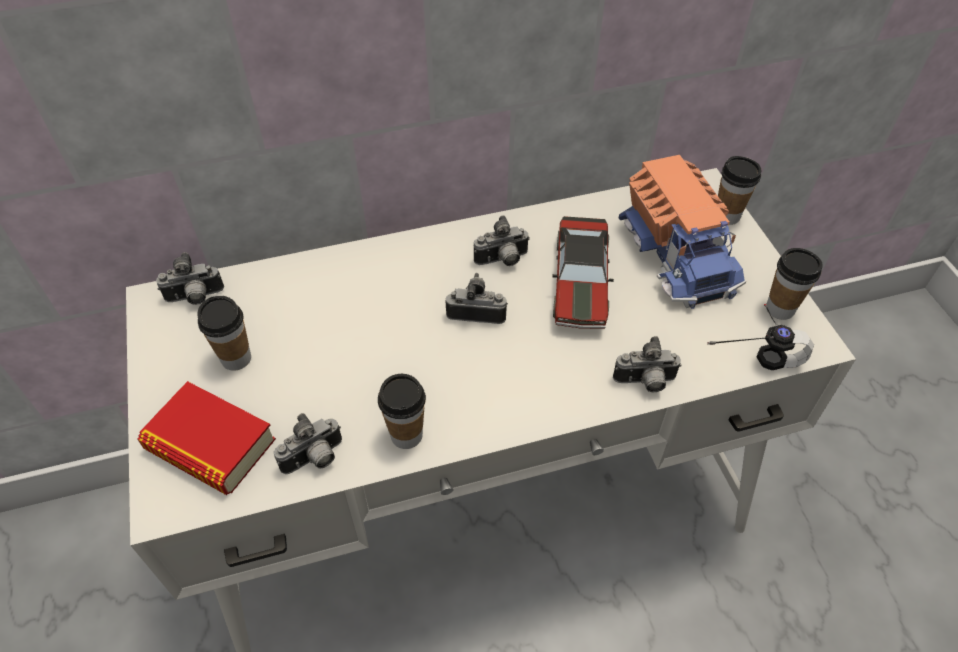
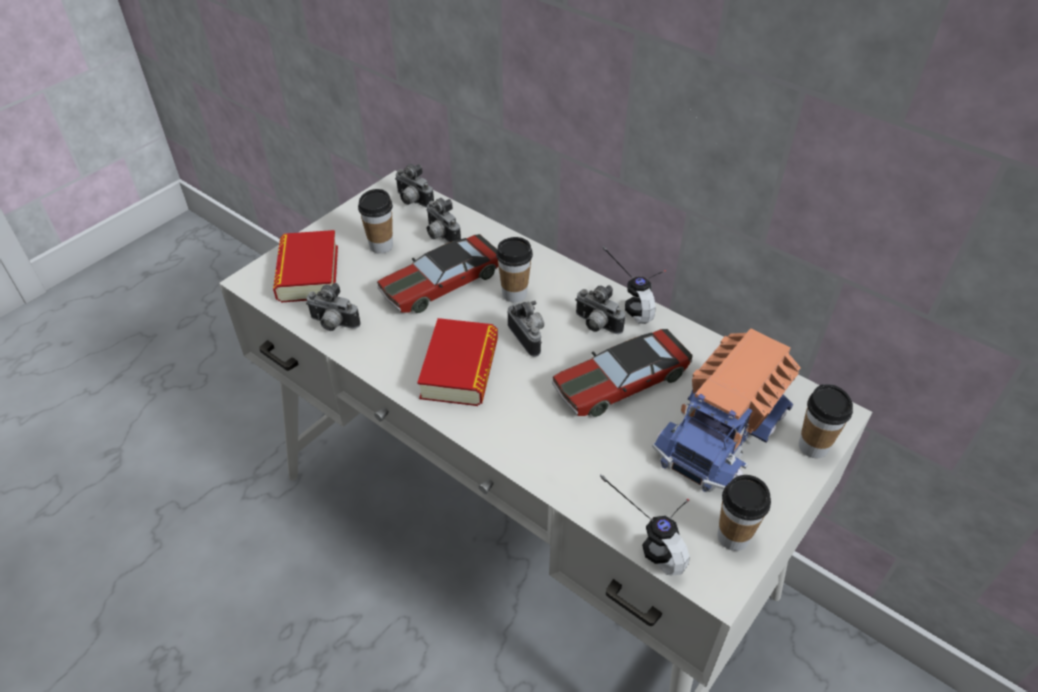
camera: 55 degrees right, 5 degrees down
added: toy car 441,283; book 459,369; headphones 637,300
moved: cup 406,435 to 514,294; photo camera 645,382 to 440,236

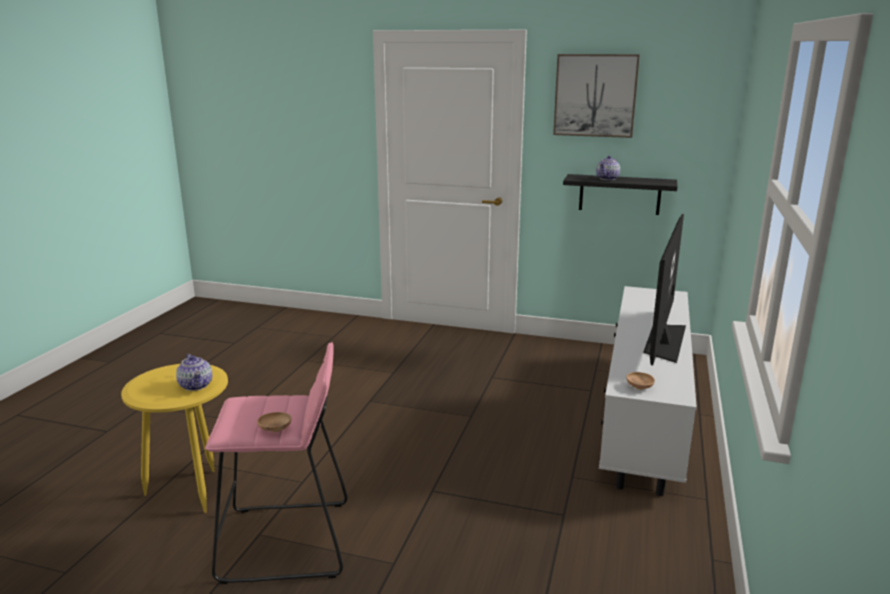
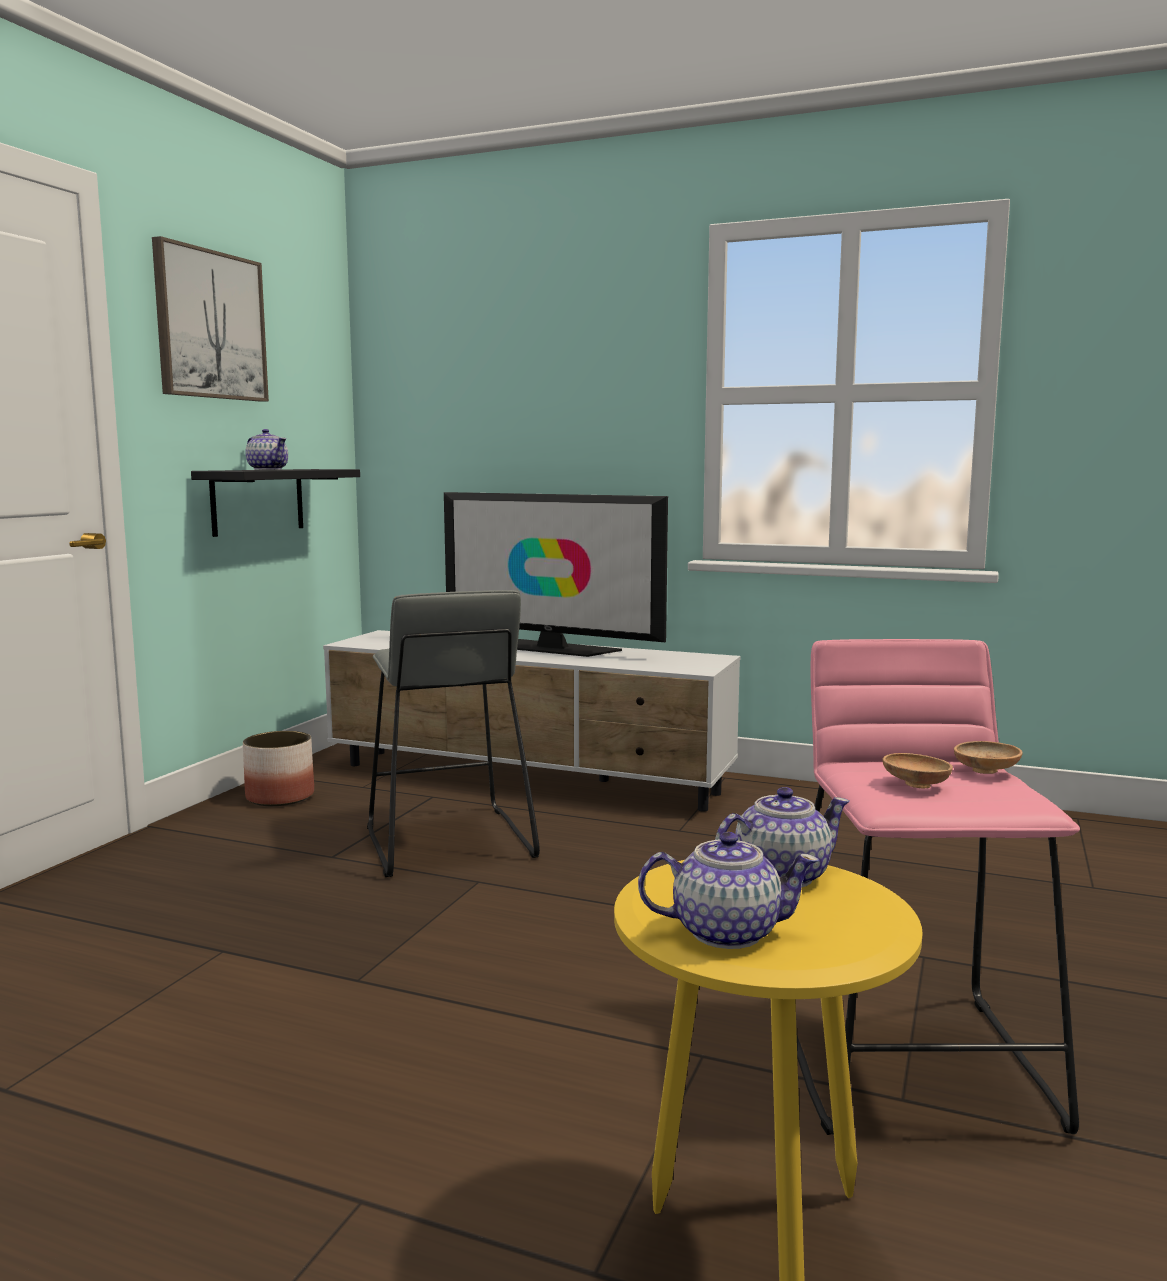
camera: 85 degrees left, 10 degrees down
added: planter 279,797; grey stool 446,841; teapot 725,932
moved: brown bowl 639,387 to 915,785

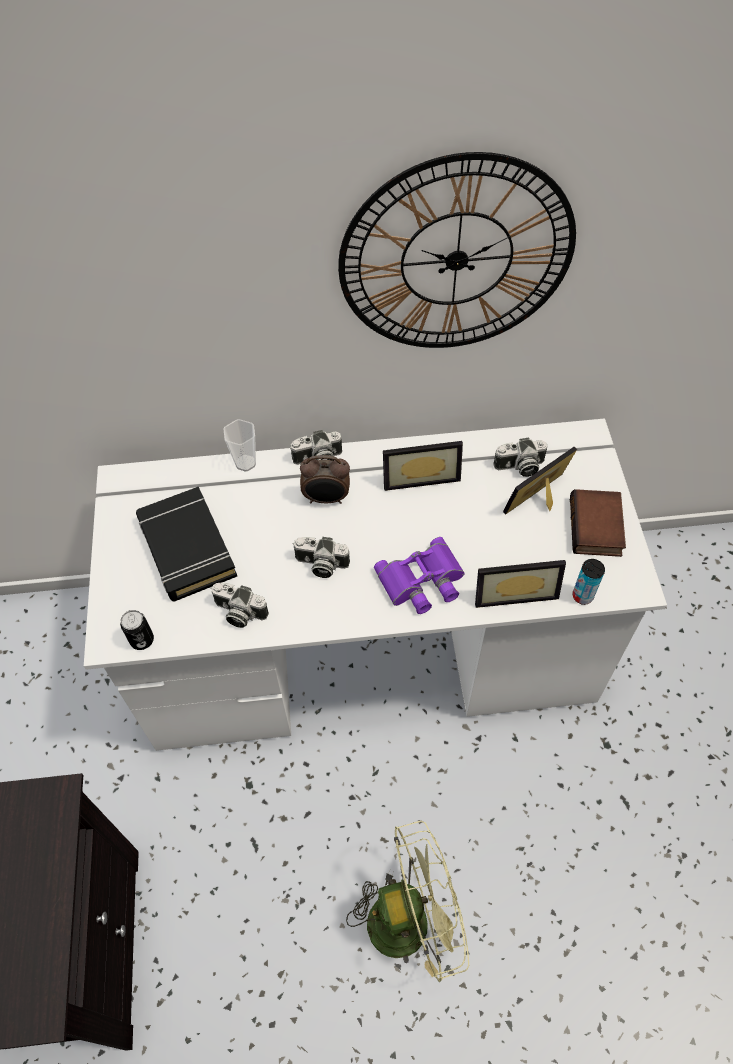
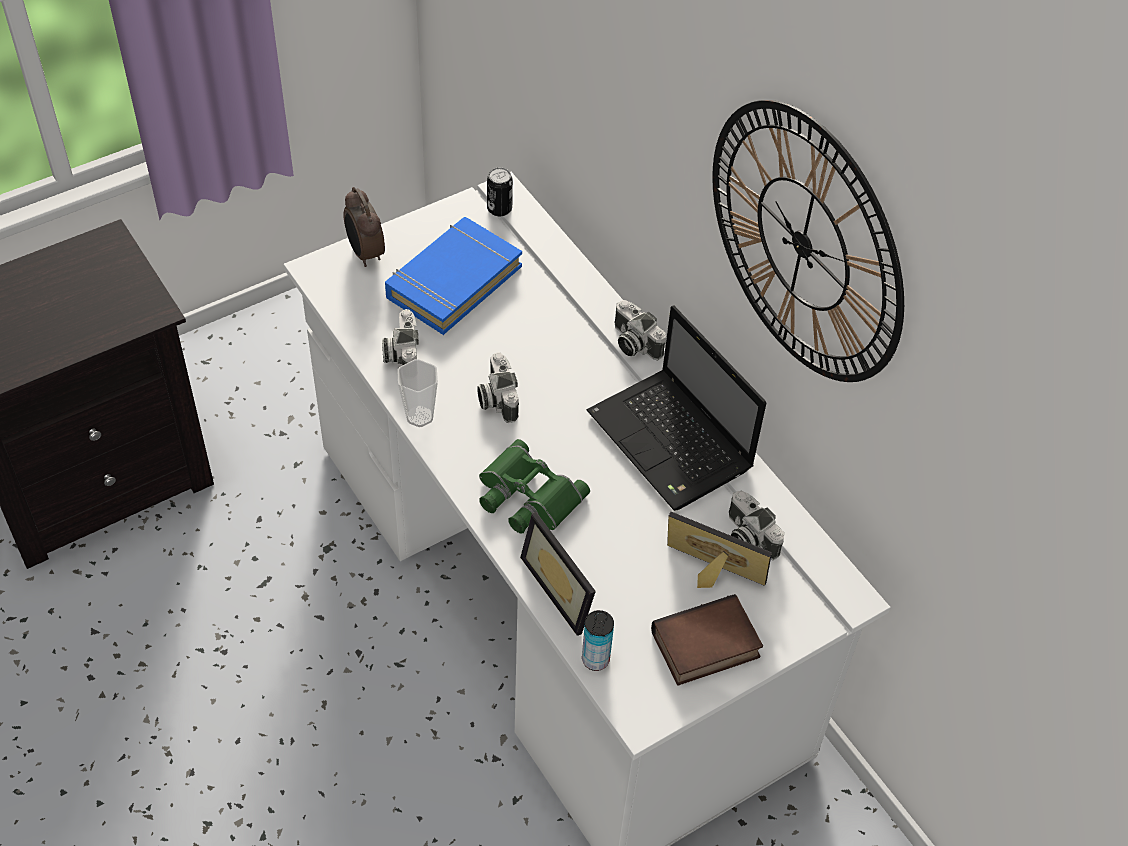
camera: 60 degrees right, 5 degrees down
removed: green fan 411,917
moved: can 142,640 to 499,209; cup 245,463 to 419,416; alarm clock 326,499 to 365,253
replaced: picture frame 420,474 to laptop 672,443
recoloured: black book 186,548 to blue book 453,282; purple binoculars 422,582 to green binoculars 526,496

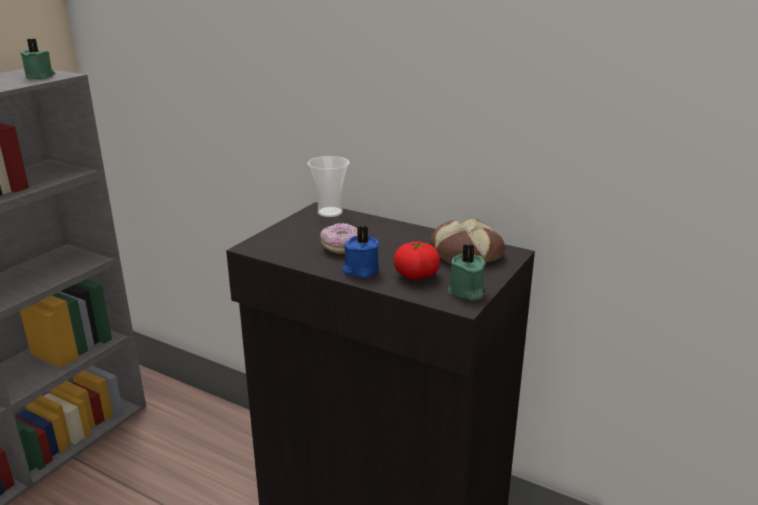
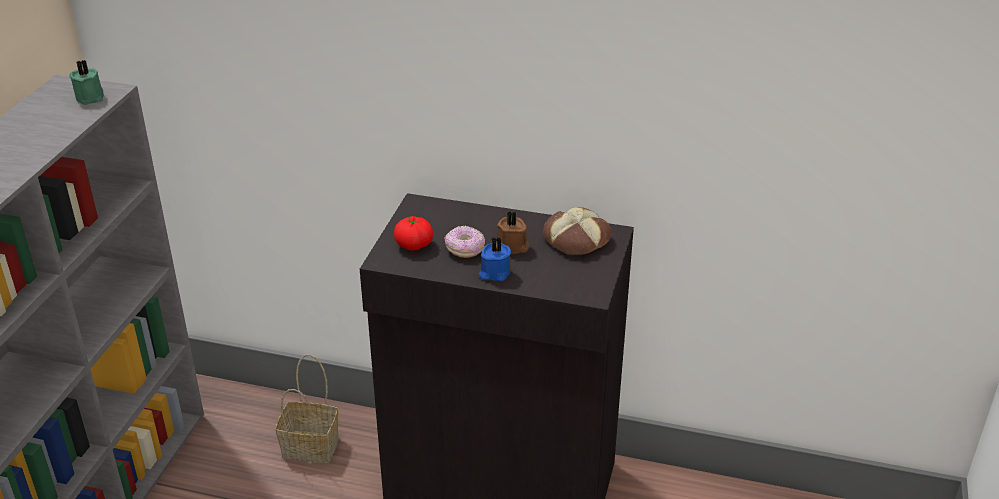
camera: 15 degrees left, 10 degrees up
removed: cup 330,212; green candle 466,292
added: basket 312,446; brown candle 513,247
moved: tomato 416,275 to 414,245

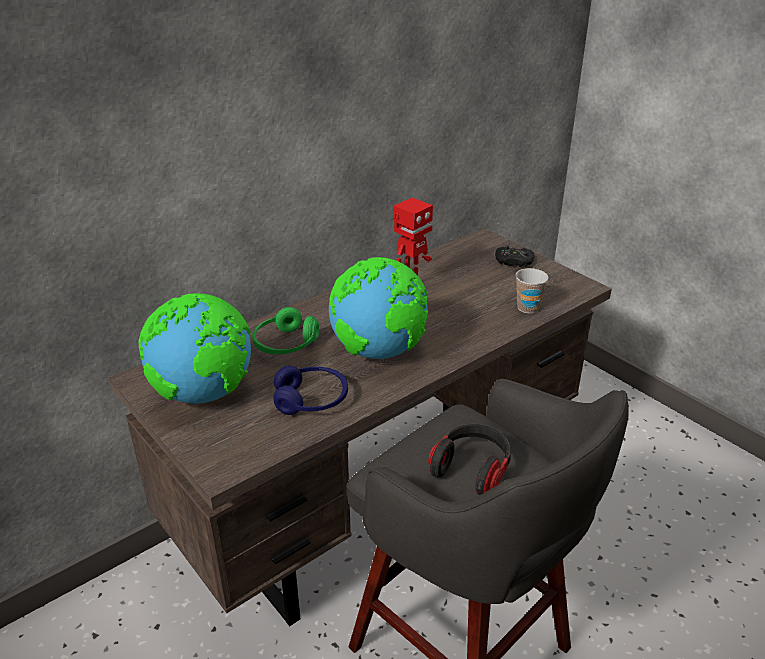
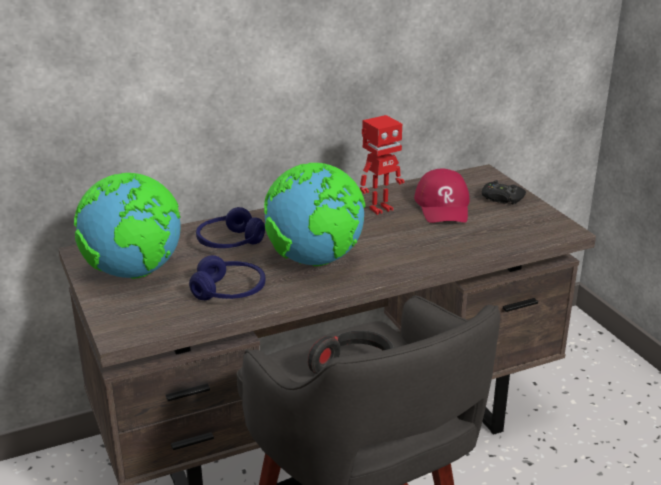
camera: 15 degrees right, 5 degrees down
removed: cup 527,308
added: red cap 443,206
recoloured: green headphones 285,344 to blue headphones 229,242

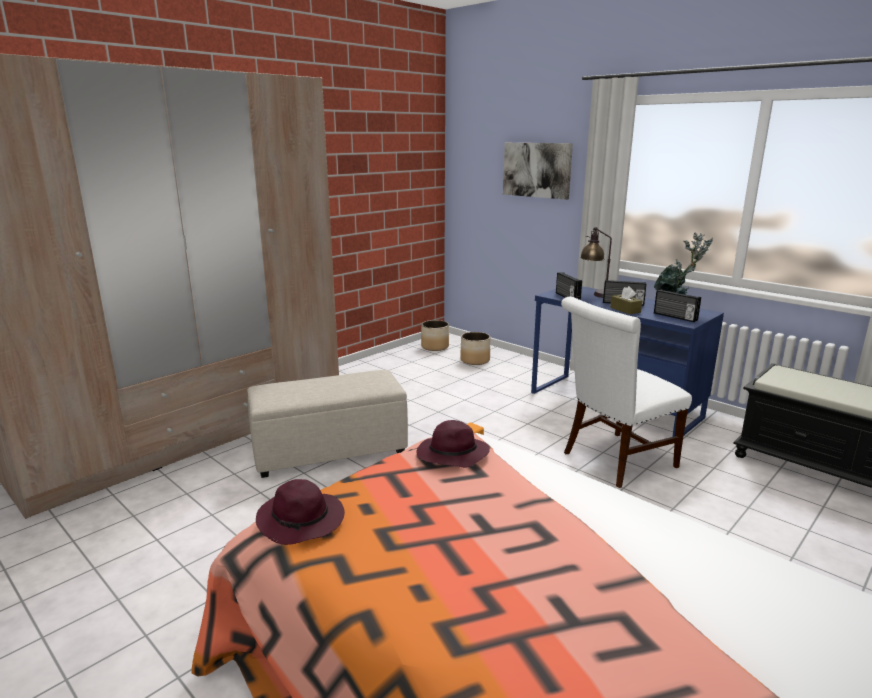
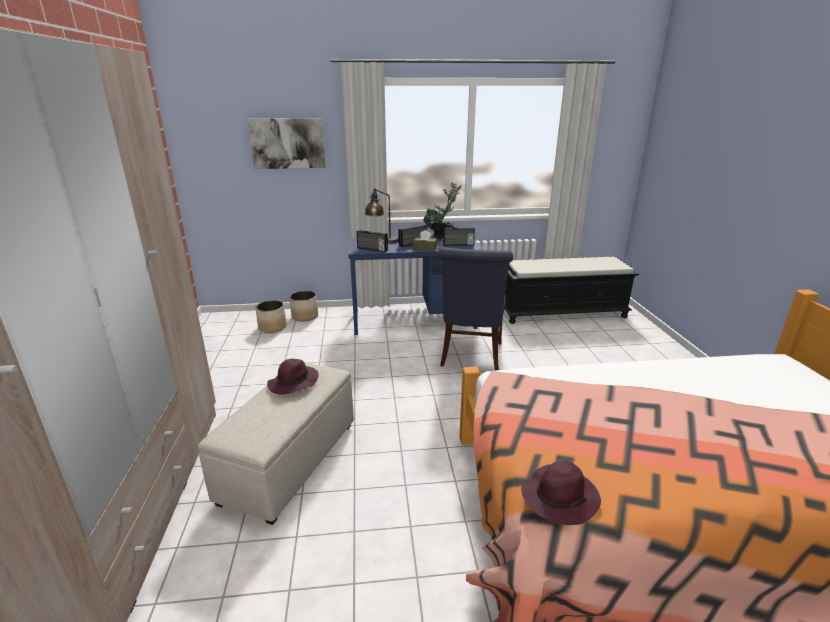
camera: 50 degrees left, 5 degrees up
moved: purple hat 451,455 to 293,384; planter 435,347 to 305,316
recoloured: white chair 614,461 to blue chair 470,356

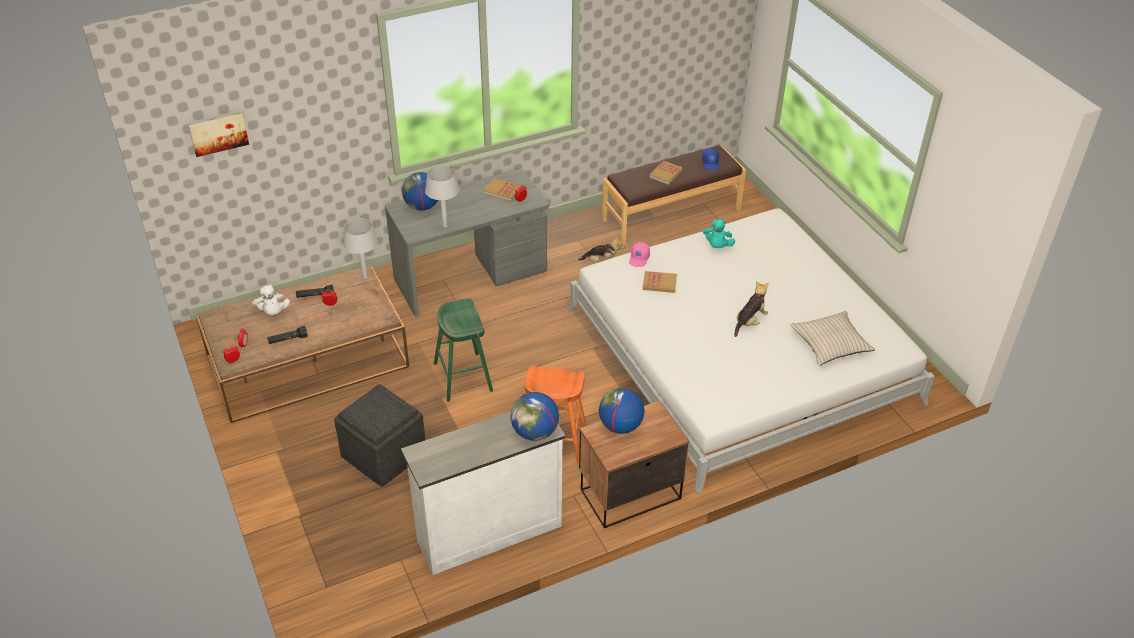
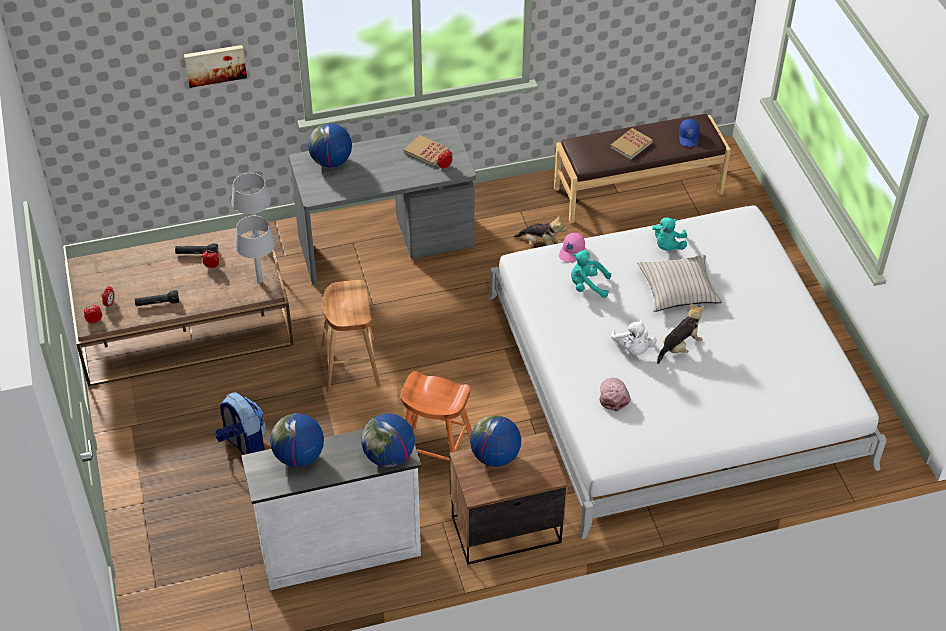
camera: 10 degrees right, 5 degrees up
added: globe 299,456; pink cap 613,396
moved: picture 218,133 to 215,64; white plush toy 273,312 to 633,348; grey table lamp 445,226 to 260,281; beige pillow 830,344 to 678,289
replaced: grey ottoman 383,454 to backpack 244,445; book 659,283 to turquoise plush toy 587,286
recoloured: green stool 463,377 to brown stool 350,365

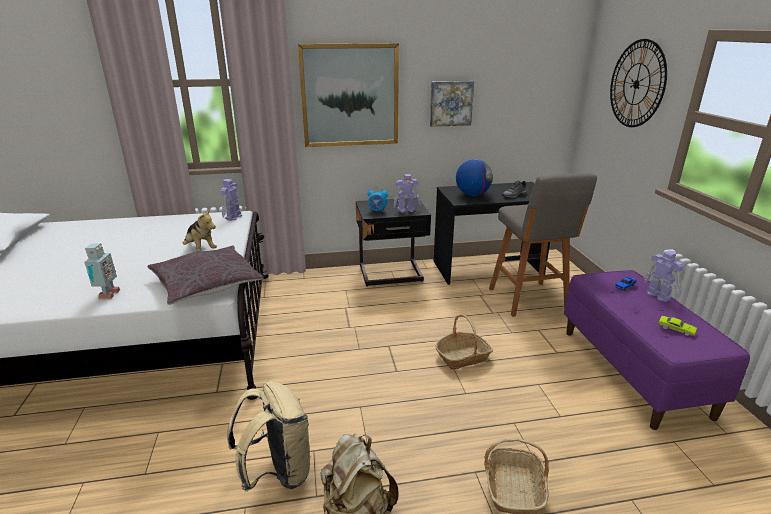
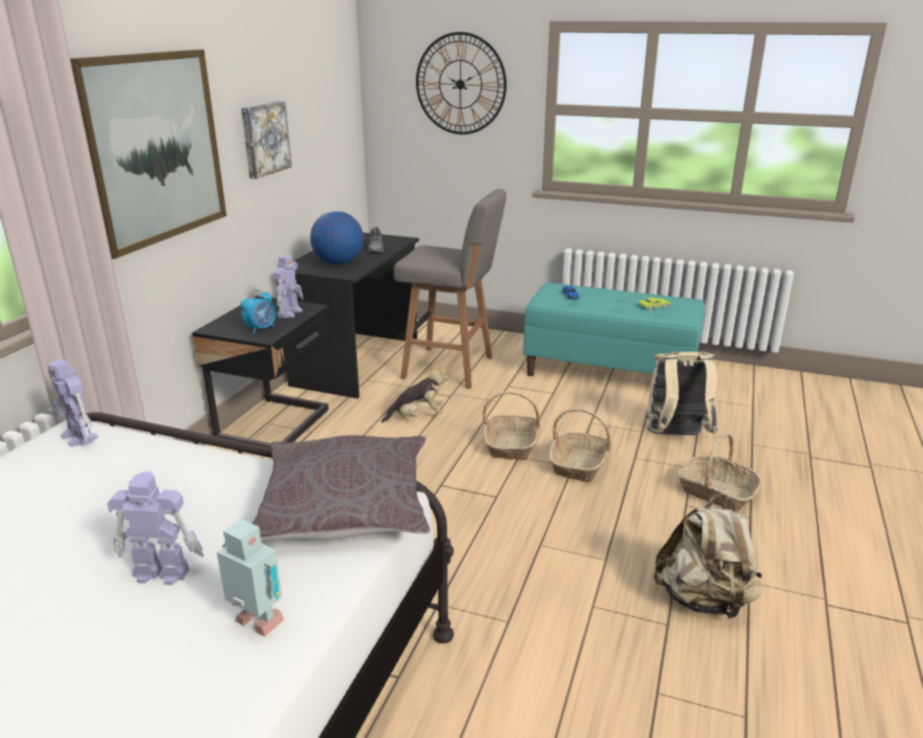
camera: 60 degrees left, 0 degrees up
added: basket 580,464
moved: plush toy 200,249 to 418,417; beige backpack 278,473 to 675,436; toy robot 658,295 to 160,572
recoloured: purple bench 633,371 to turquoise bench 610,373

